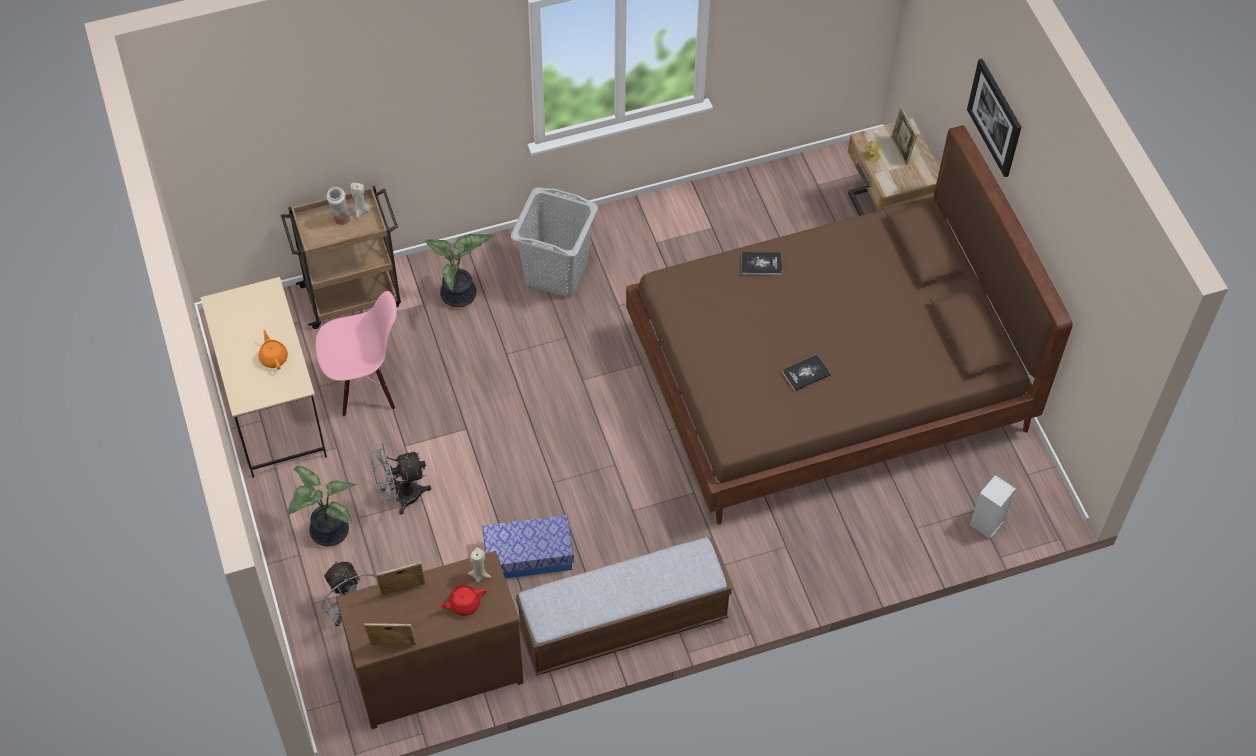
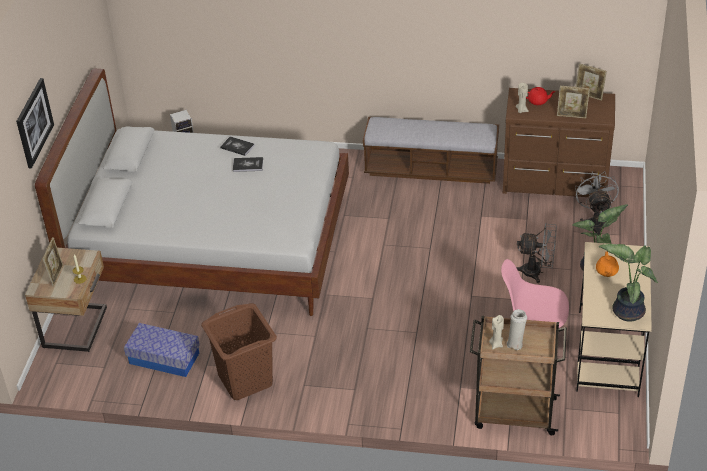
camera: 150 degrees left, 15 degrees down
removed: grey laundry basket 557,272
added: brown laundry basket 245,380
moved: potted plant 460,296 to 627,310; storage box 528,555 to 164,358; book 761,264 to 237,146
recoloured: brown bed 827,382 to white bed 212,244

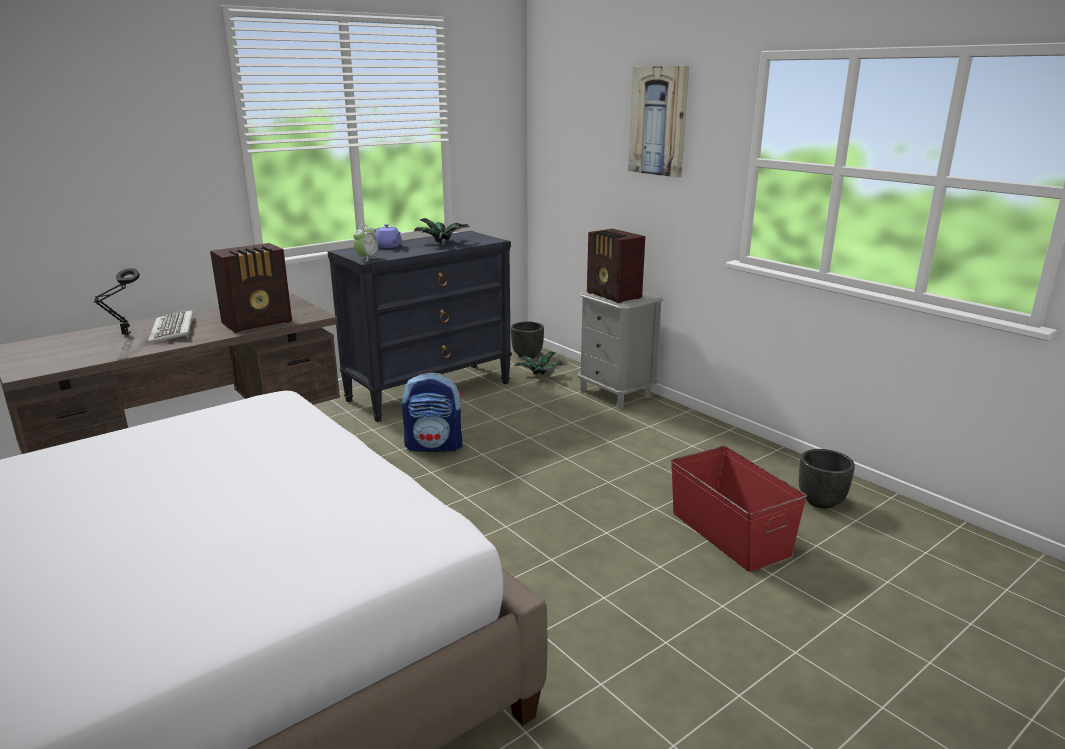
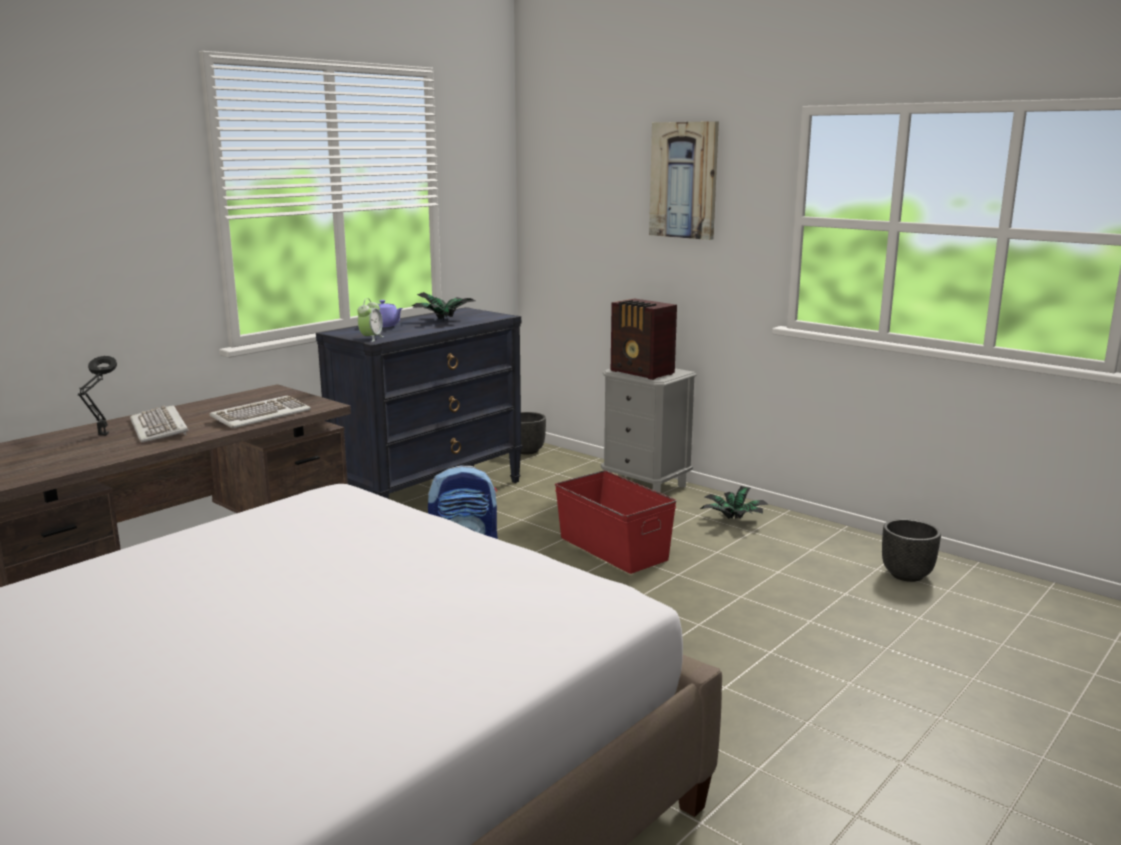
camera: 10 degrees left, 5 degrees down
moved: potted plant 539,376 to 734,520; red storage box 729,533 to 613,548
replaced: radio 259,323 to keyboard 261,416

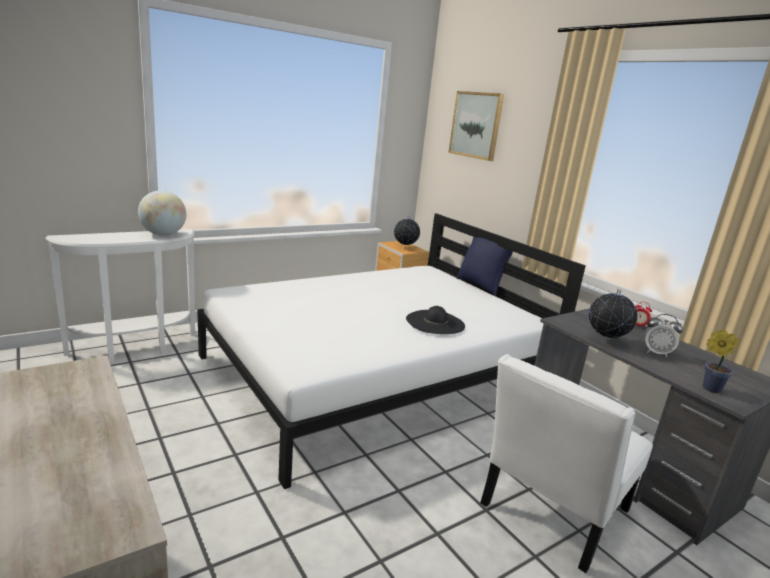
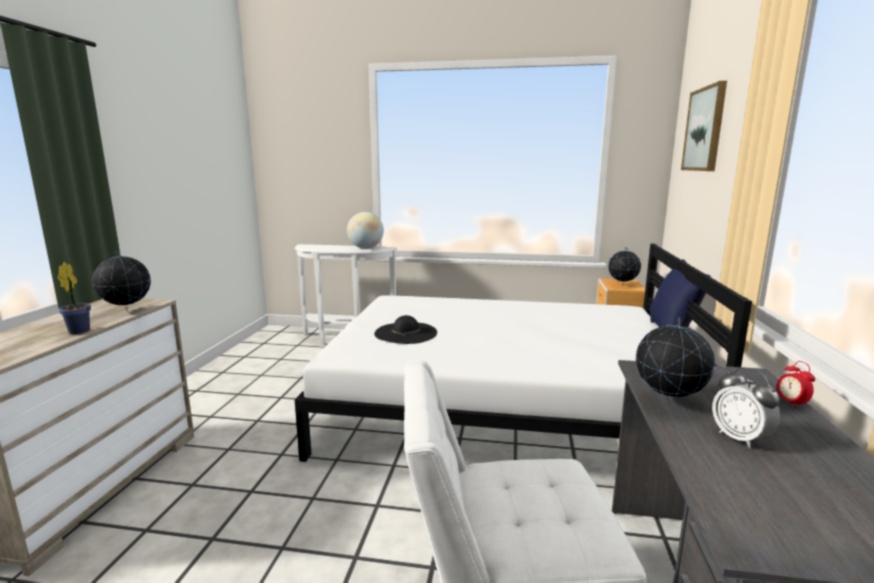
camera: 45 degrees right, 5 degrees down
added: globe 127,311
moved: black hat 435,322 to 406,333; potted plant 708,388 to 81,330

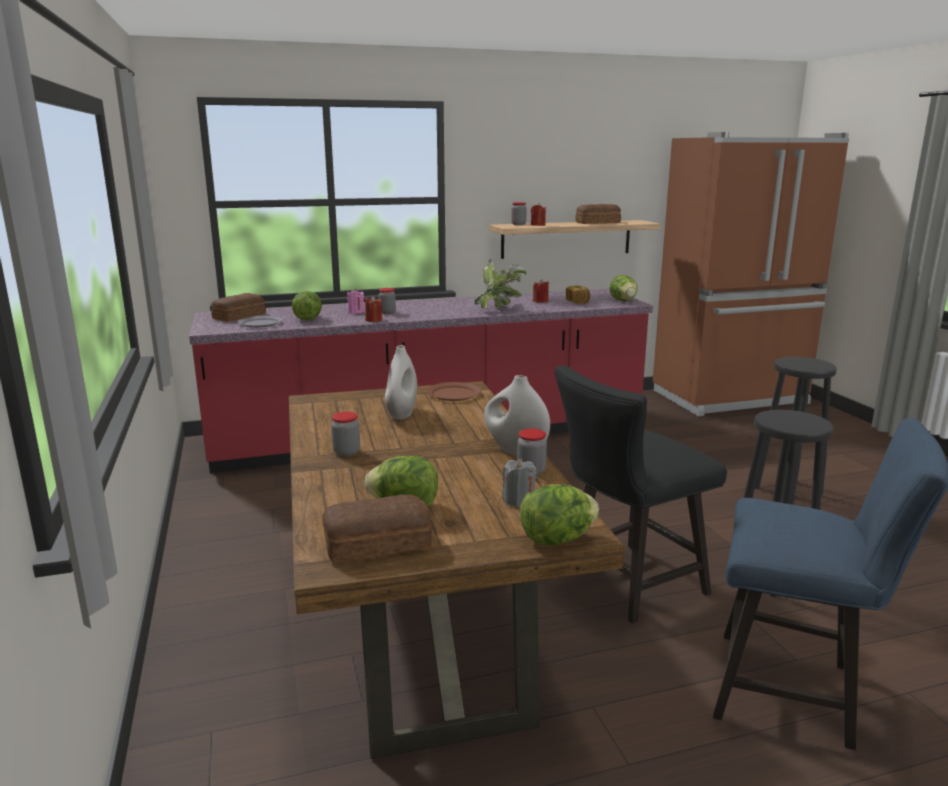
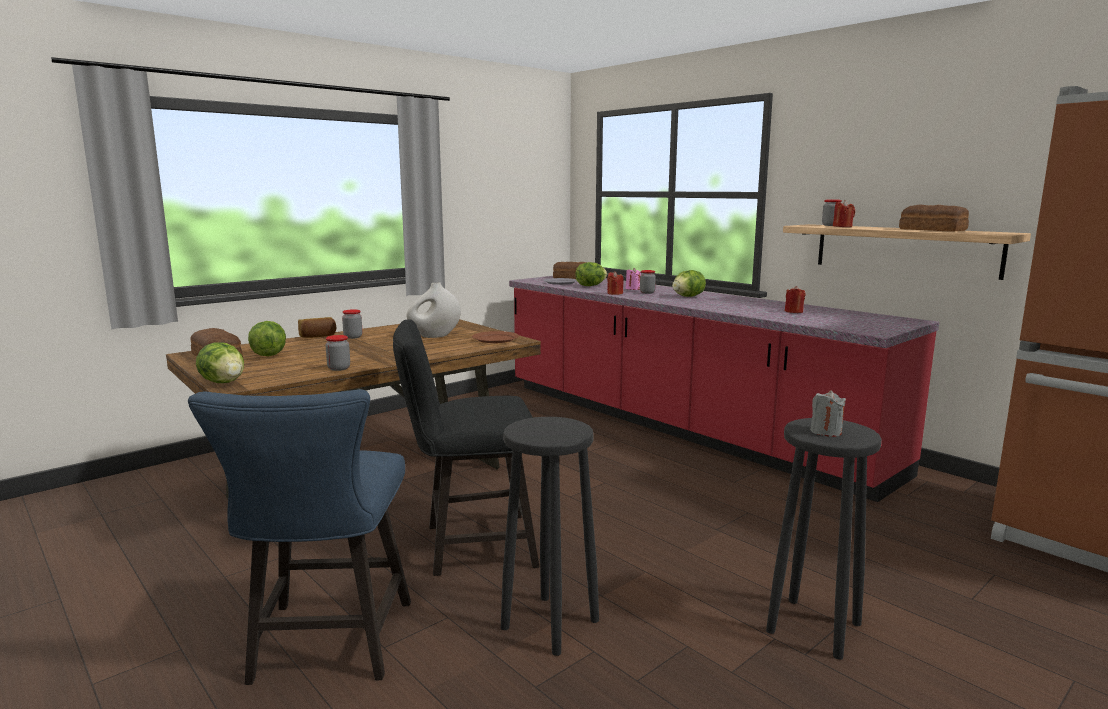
camera: 65 degrees right, 5 degrees down
removed: potted plant 499,309; white vase 515,450
moved: grey candle 518,500 to 826,432; bread 578,302 to 317,336; lettuce 623,301 to 688,296
turned: black chair 626,585 = 470,546 45 degrees counterclockwise

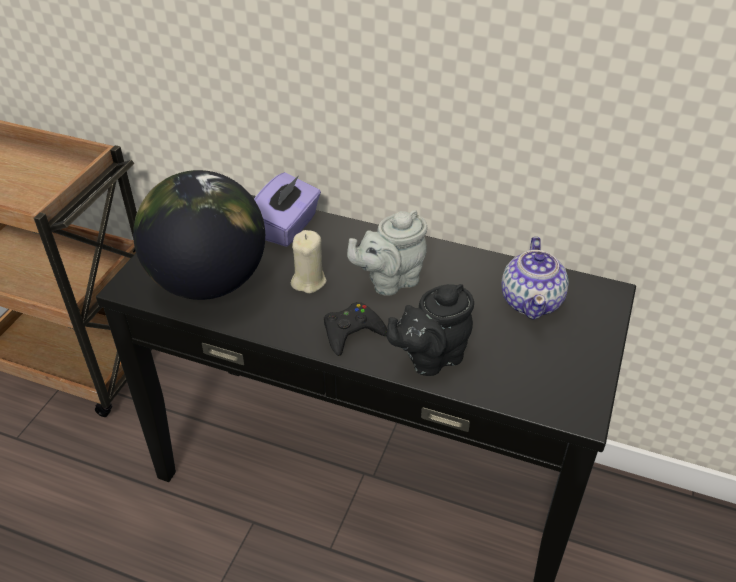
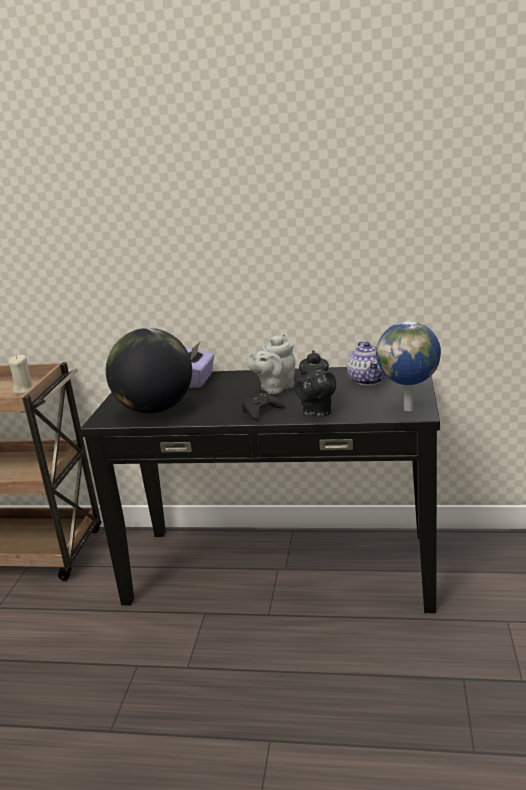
camera: 10 degrees left, 20 degrees down
added: globe 410,408
moved: beige candle 308,281 to 24,390
turned: black teapot 430,358 = 316,411 45 degrees counterclockwise

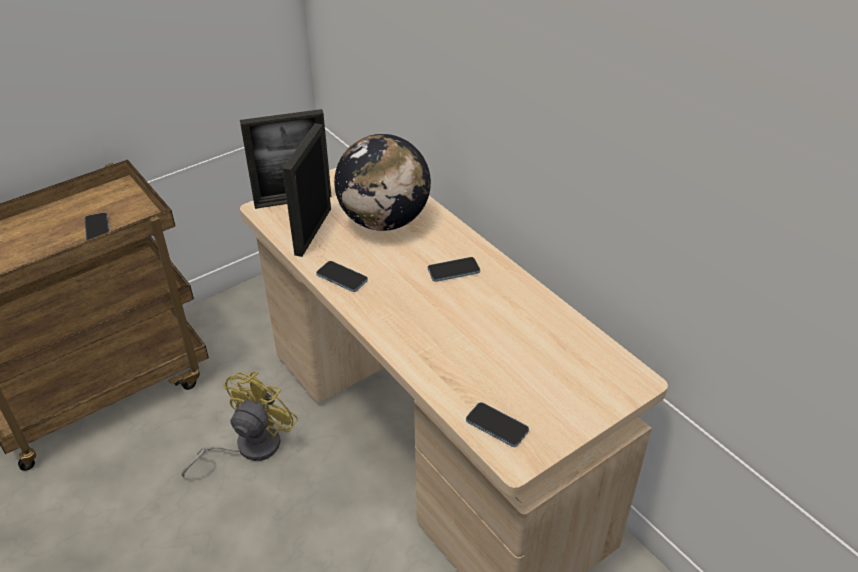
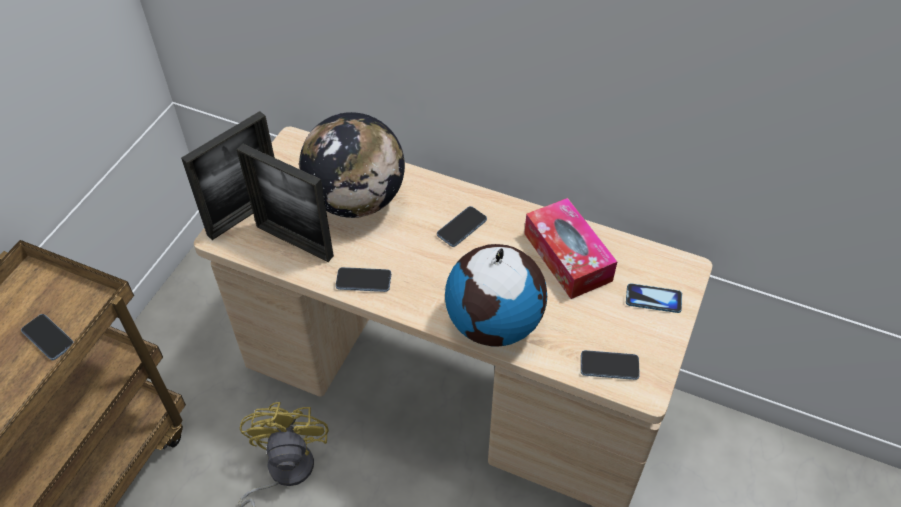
camera: 30 degrees left, 10 degrees up
added: globe 495,323; tissue box 567,257; phone 653,299
turned: picture frame 313,231 = 294,241 45 degrees counterclockwise

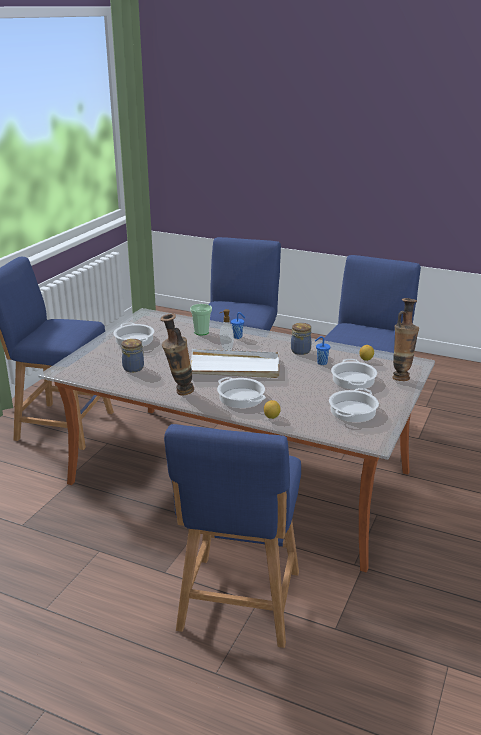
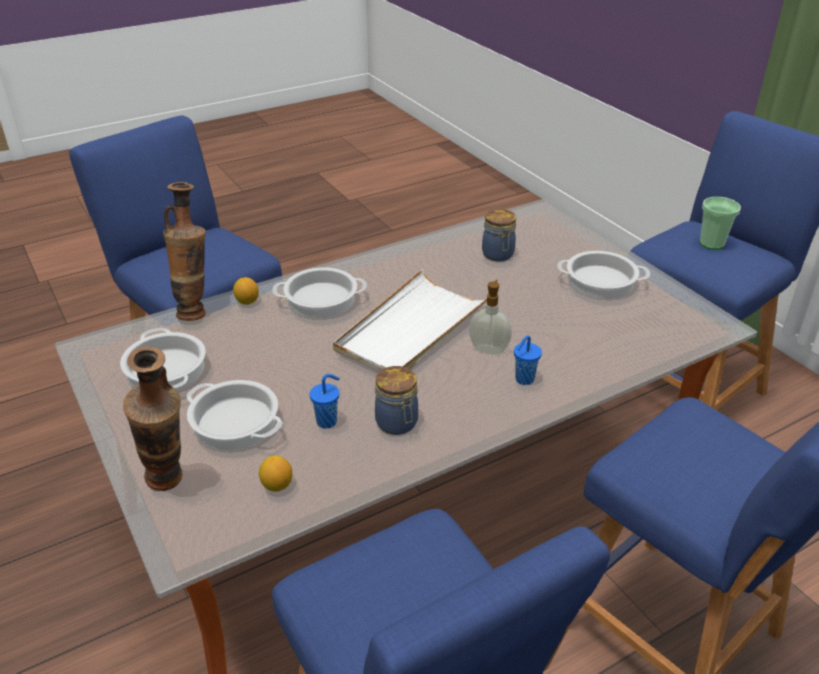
camera: 125 degrees right, 10 degrees up
moved: vase 179,392 to 196,311; cup 201,332 to 712,243

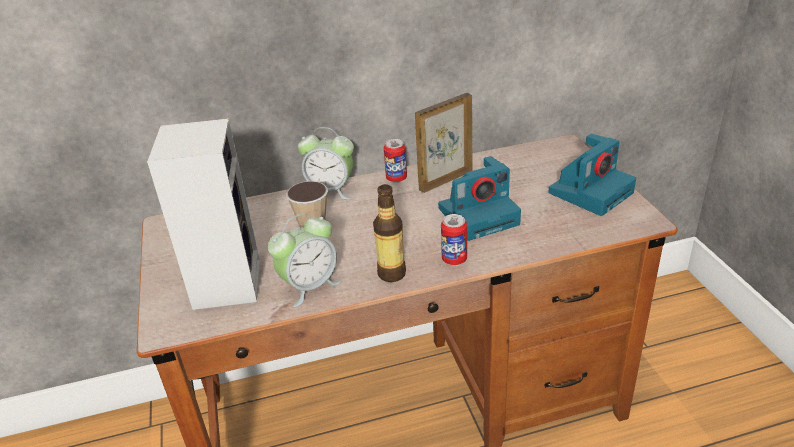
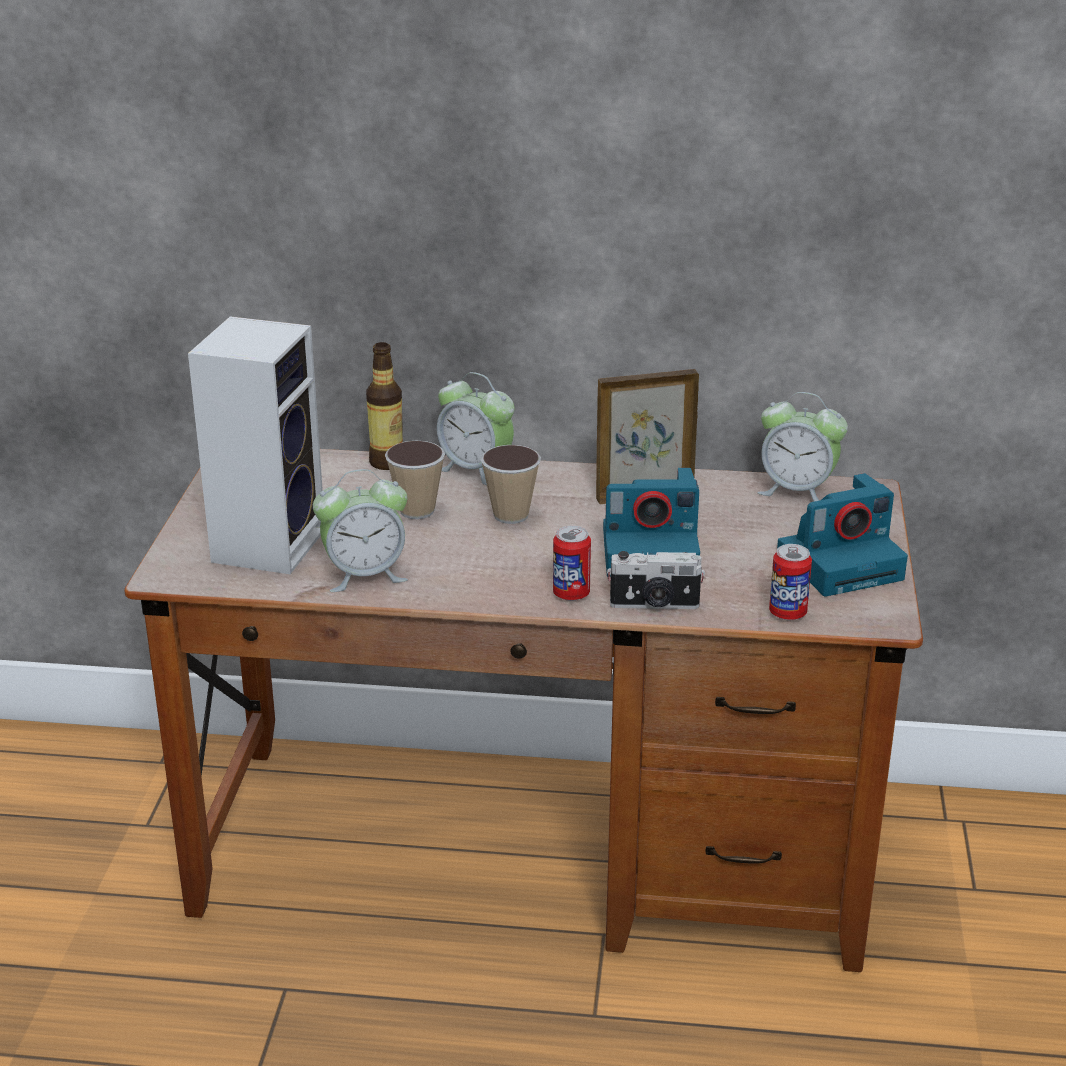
camera: 20 degrees right, 5 degrees down
added: cup 511,515; photo camera 654,605; alarm clock 797,491
moved: bottle 391,274 to 387,462; can 396,178 to 787,613

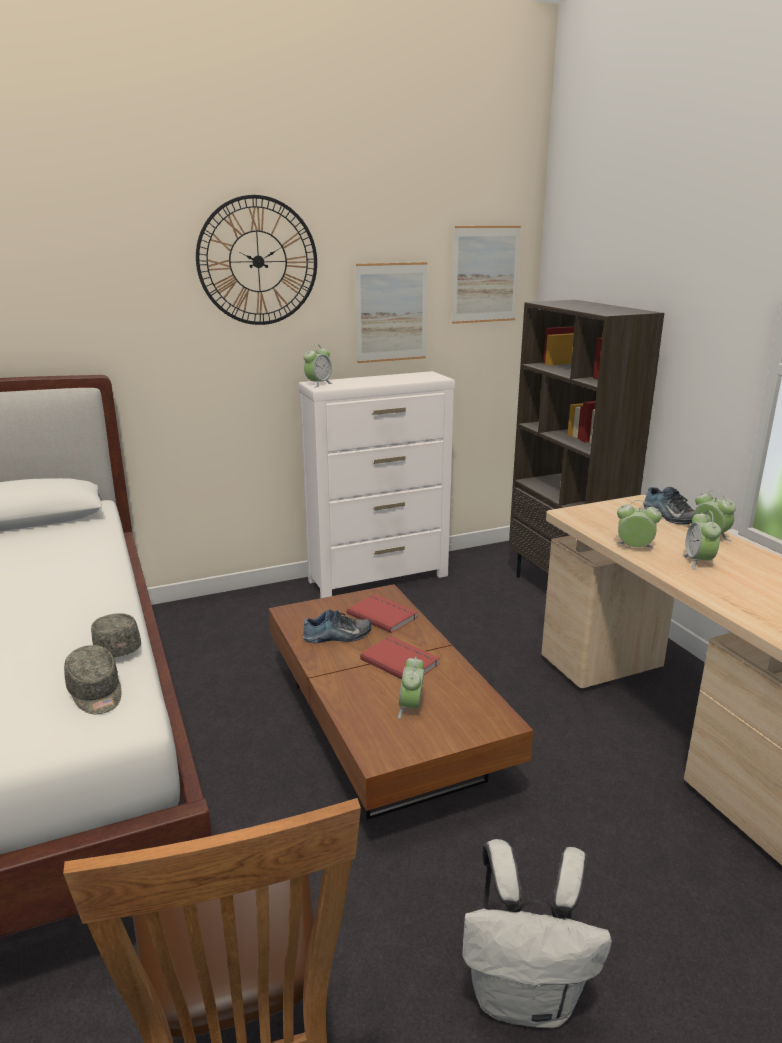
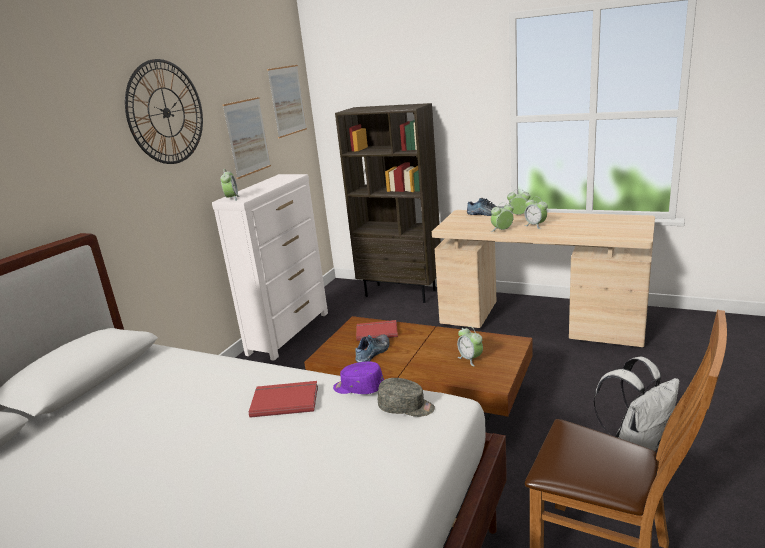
camera: 40 degrees left, 0 degrees up
moved: red book 401,661 to 284,400
recoloured: grey cap 116,646 to purple cap 358,388

